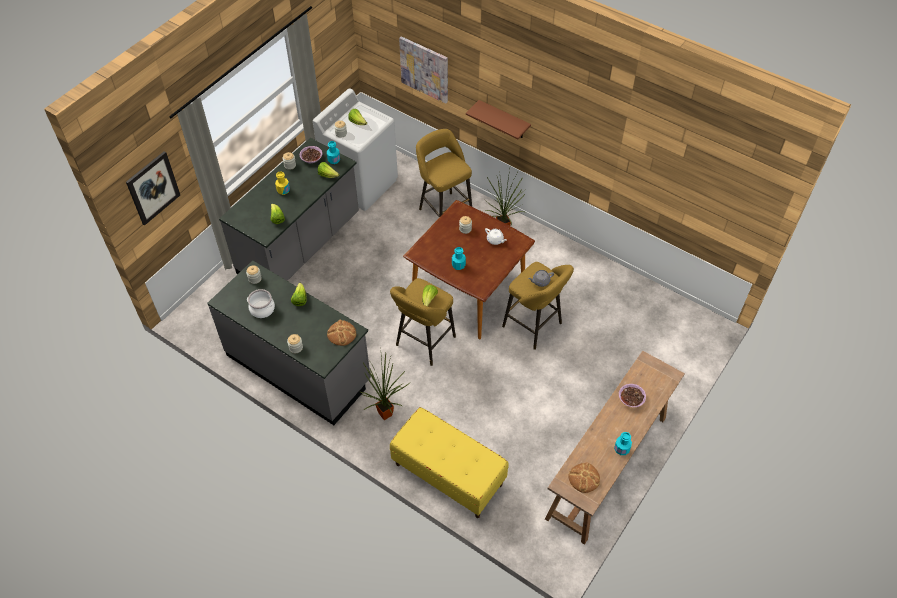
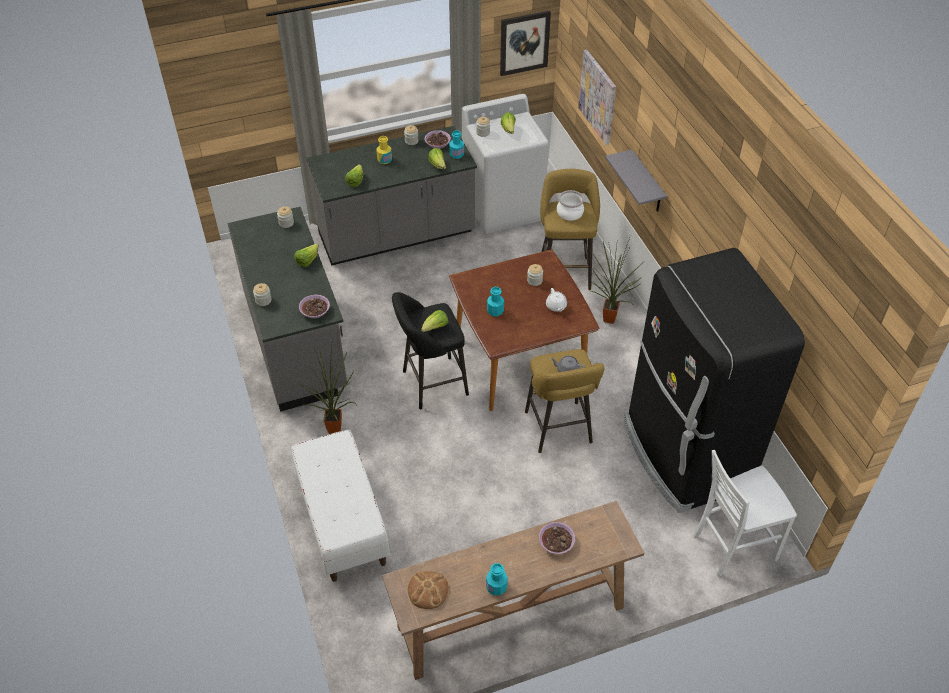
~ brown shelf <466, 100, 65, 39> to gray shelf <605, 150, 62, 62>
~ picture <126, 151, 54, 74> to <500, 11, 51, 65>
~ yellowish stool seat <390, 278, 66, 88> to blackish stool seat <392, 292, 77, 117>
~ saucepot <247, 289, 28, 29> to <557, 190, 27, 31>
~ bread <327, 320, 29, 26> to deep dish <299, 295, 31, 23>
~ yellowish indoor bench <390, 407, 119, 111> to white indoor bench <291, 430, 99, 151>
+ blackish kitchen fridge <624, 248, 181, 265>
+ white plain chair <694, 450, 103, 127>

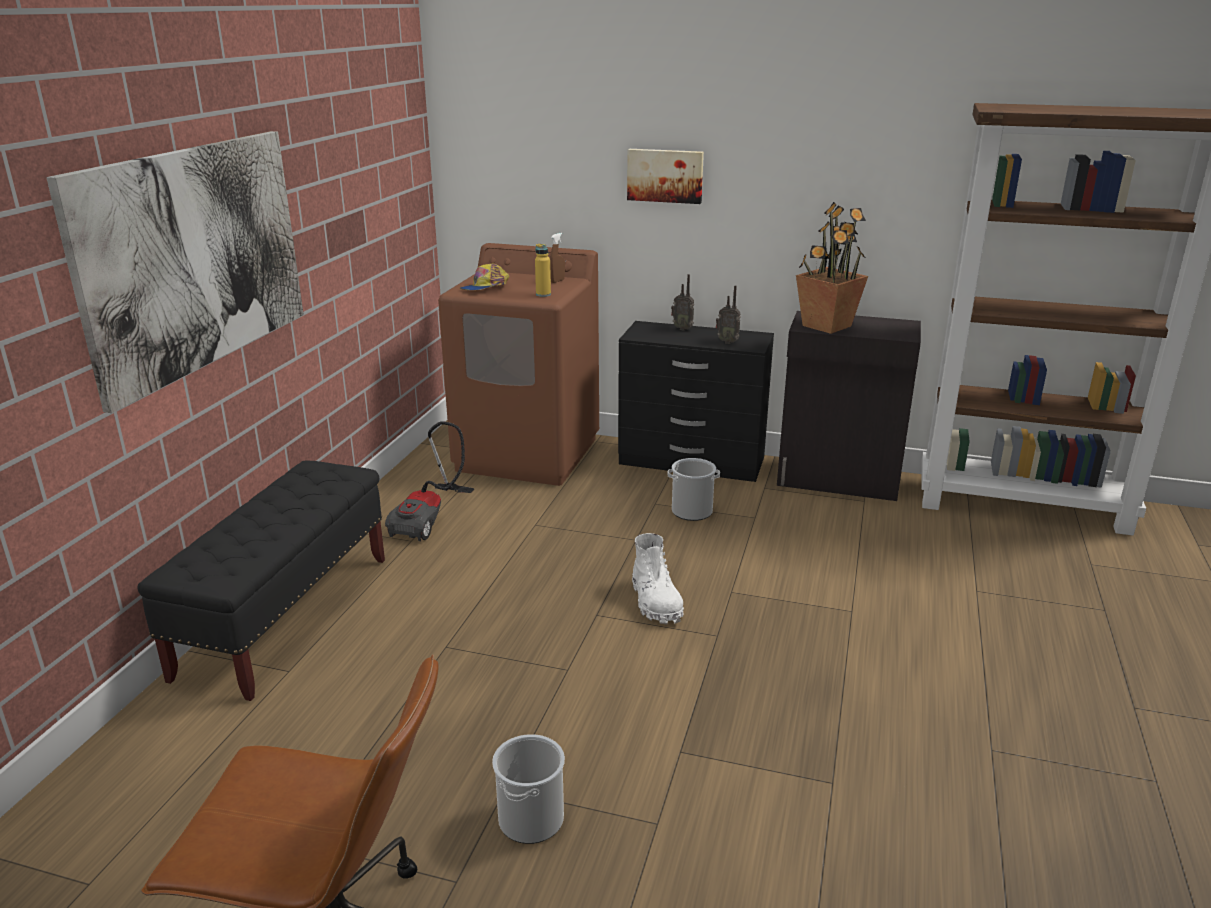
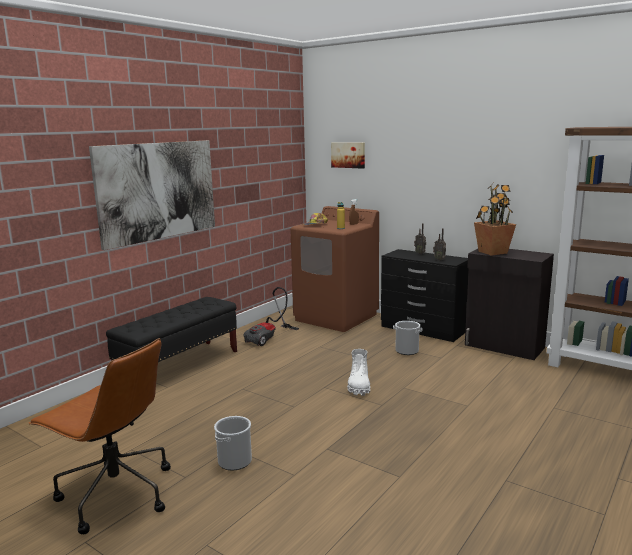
~ picture <627, 149, 77, 55> to <331, 142, 34, 27>

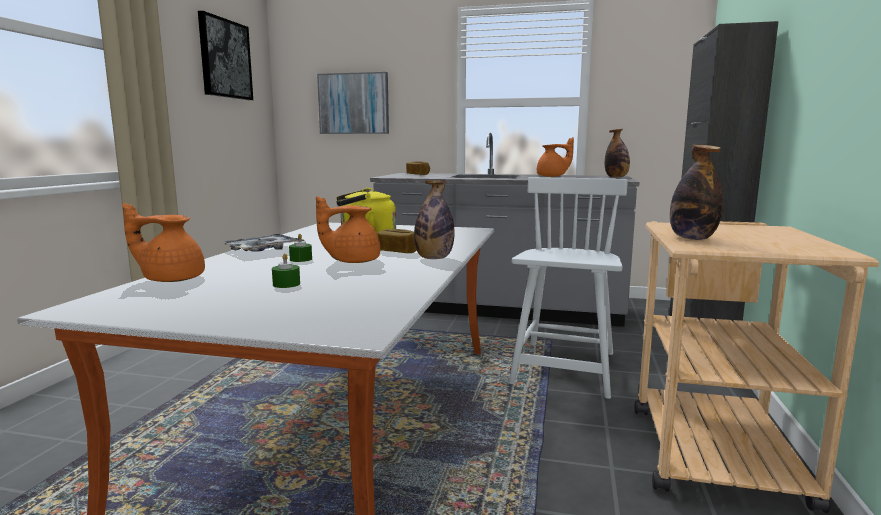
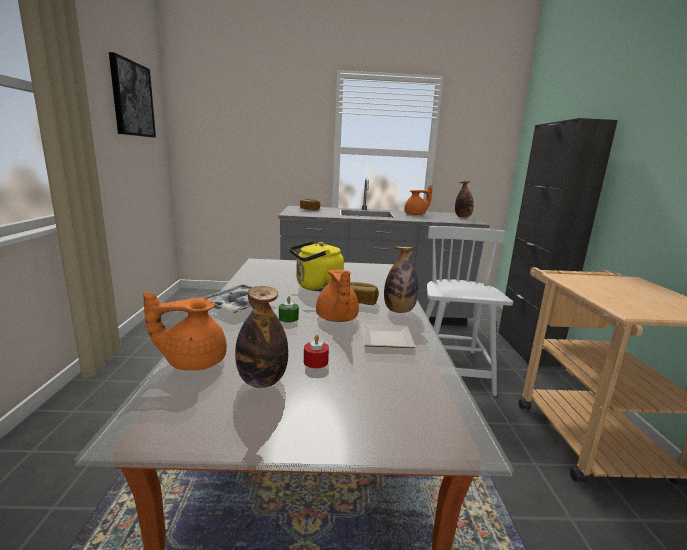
- picture <317, 72, 72, 62>
~ beverage bottle <670, 144, 53, 96> to <235, 286, 53, 102>
~ orange pot for tea <316, 196, 64, 67> = <316, 269, 43, 53> 60 degrees counterclockwise
~ green wax light <272, 253, 28, 35> to red wax light <304, 335, 25, 33>
+ dinner plate <362, 324, 53, 24>

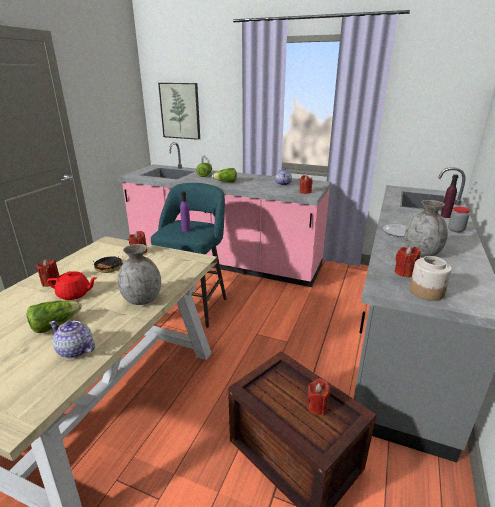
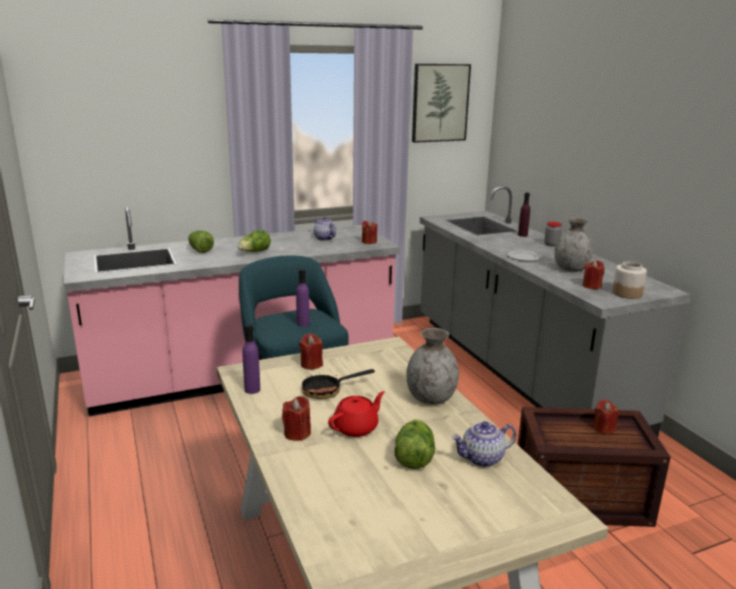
~ picture <158, 83, 42, 57> to <412, 64, 59, 79>
+ purple-coloured beverage bottle <242, 324, 18, 70>

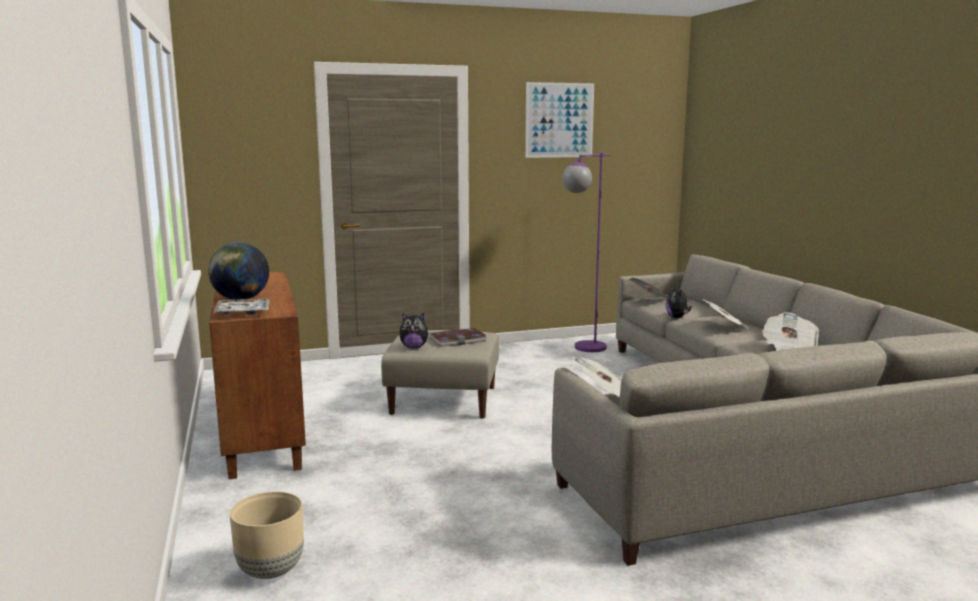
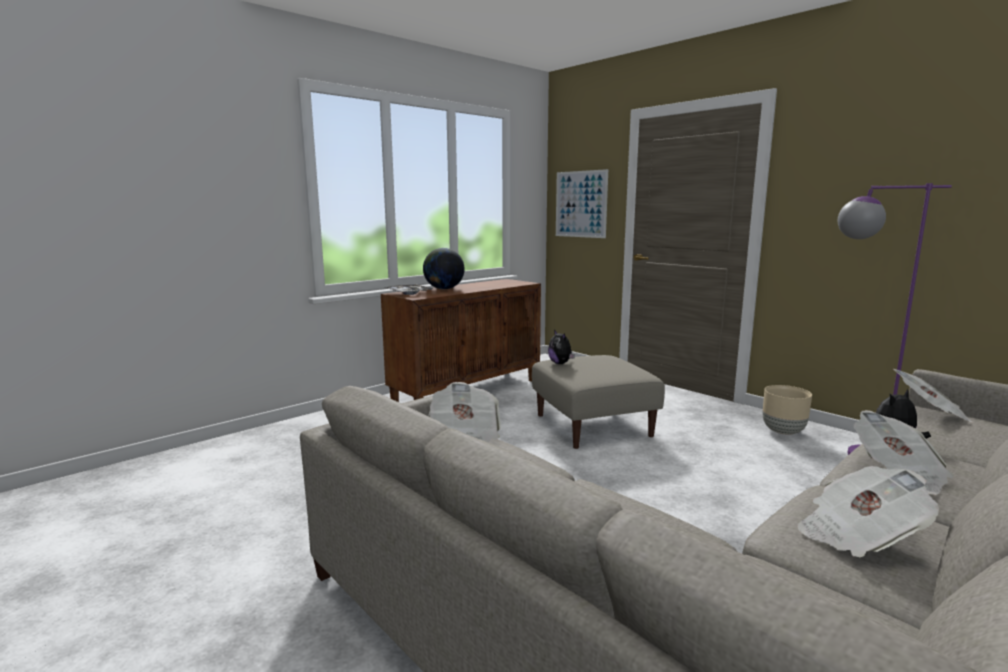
~ picture <525, 82, 69, 76> to <556, 169, 52, 69>
- book <430, 328, 57, 19>
~ sand-coloured flower pot <230, 492, 74, 87> to <763, 385, 49, 50>

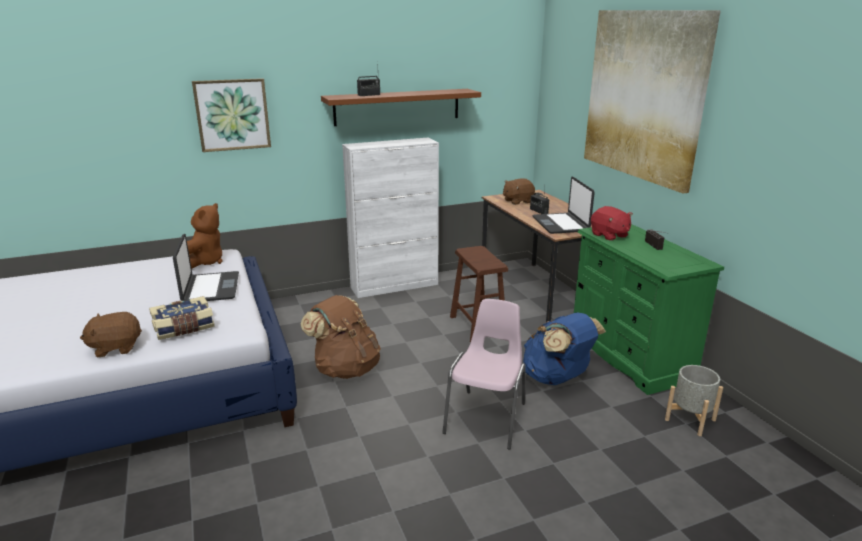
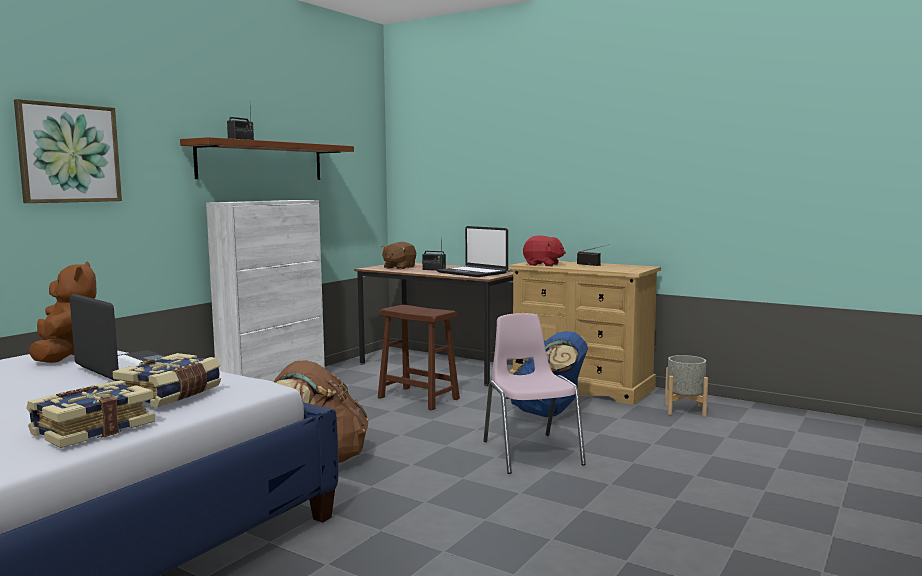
- picture <584, 10, 137, 184>
~ green drawer chest <574, 224, 150, 171> to sand-coloured drawer chest <508, 261, 153, 144>
~ brown plush toy <80, 312, 62, 45> to book <26, 380, 129, 68>

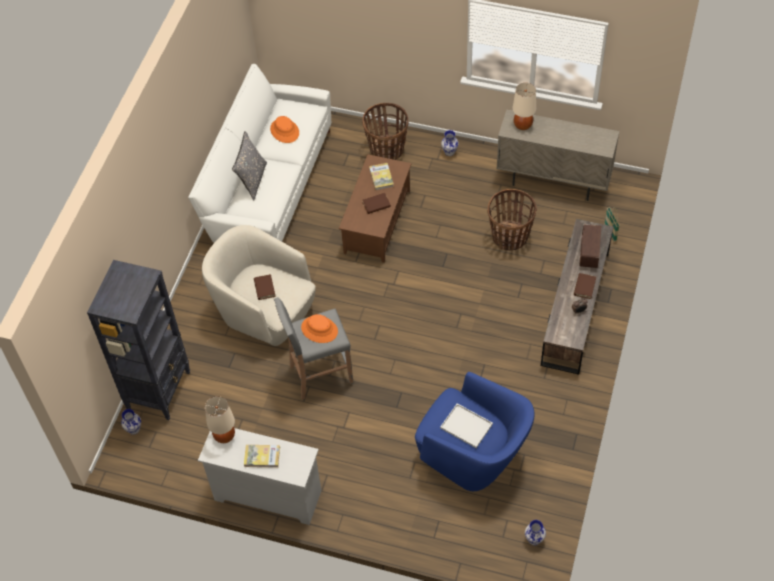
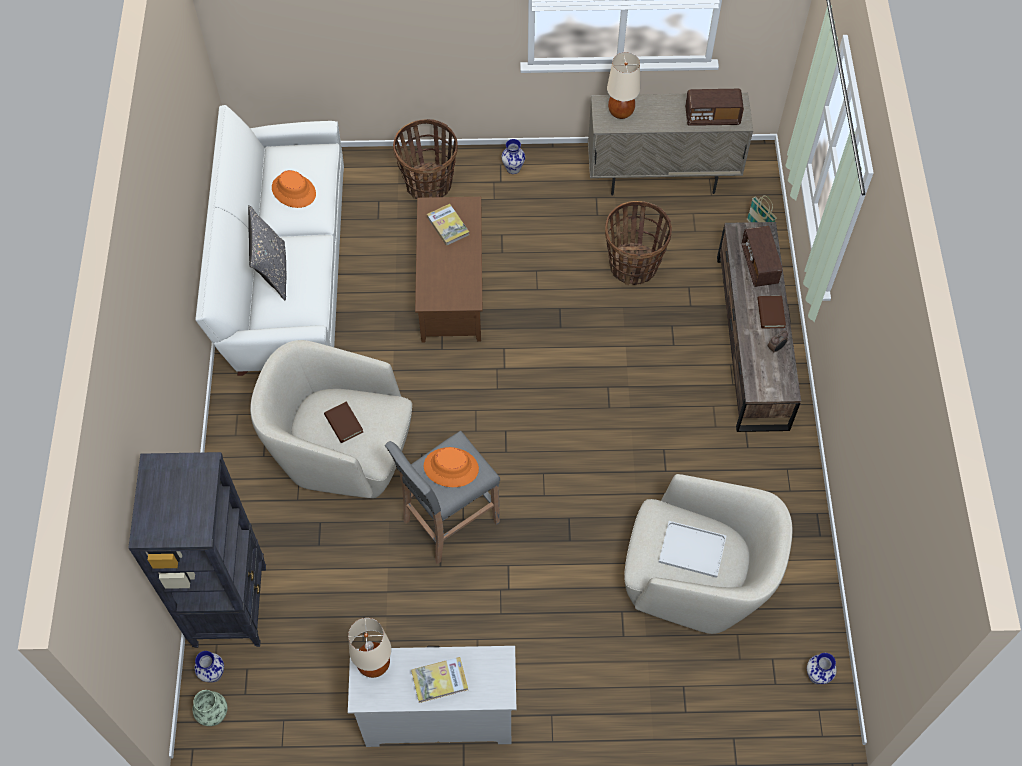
- brown book <362, 193, 29, 21>
~ blue-coloured lounge chair <415, 372, 119, 119> to sand-coloured lounge chair <624, 474, 168, 160>
+ radio set <685, 89, 59, 37>
+ flower vase <193, 690, 34, 36>

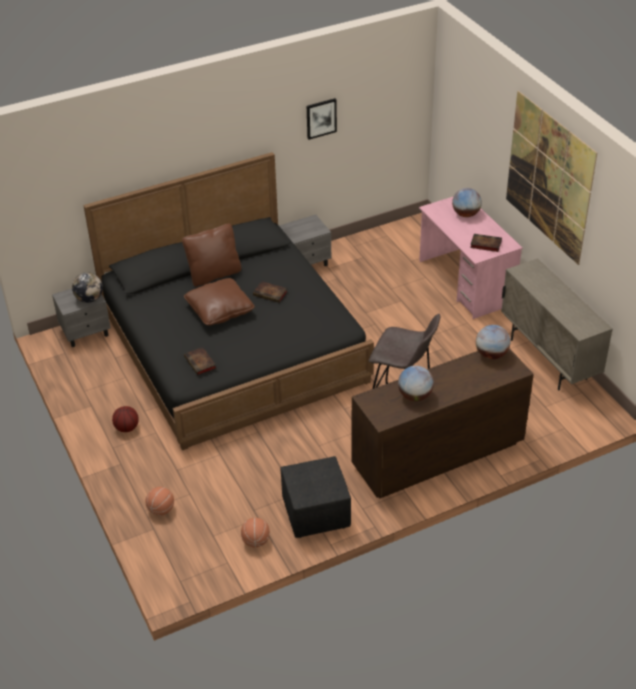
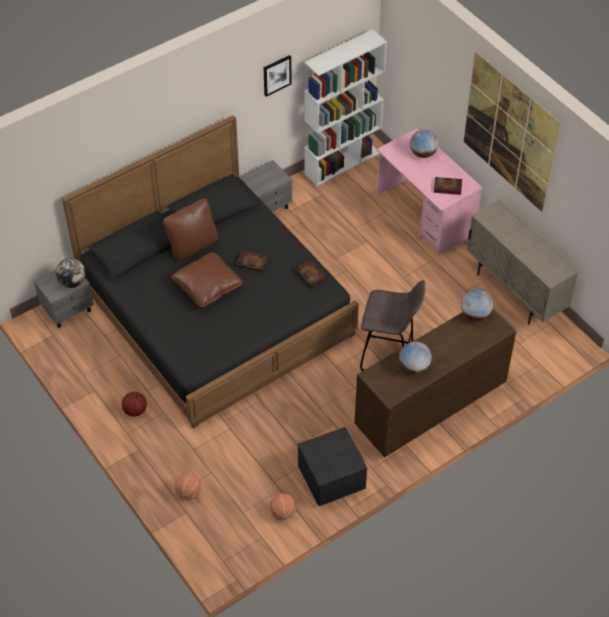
~ book <184, 347, 33, 28> to <294, 259, 33, 29>
+ white bookcase <304, 29, 83, 157>

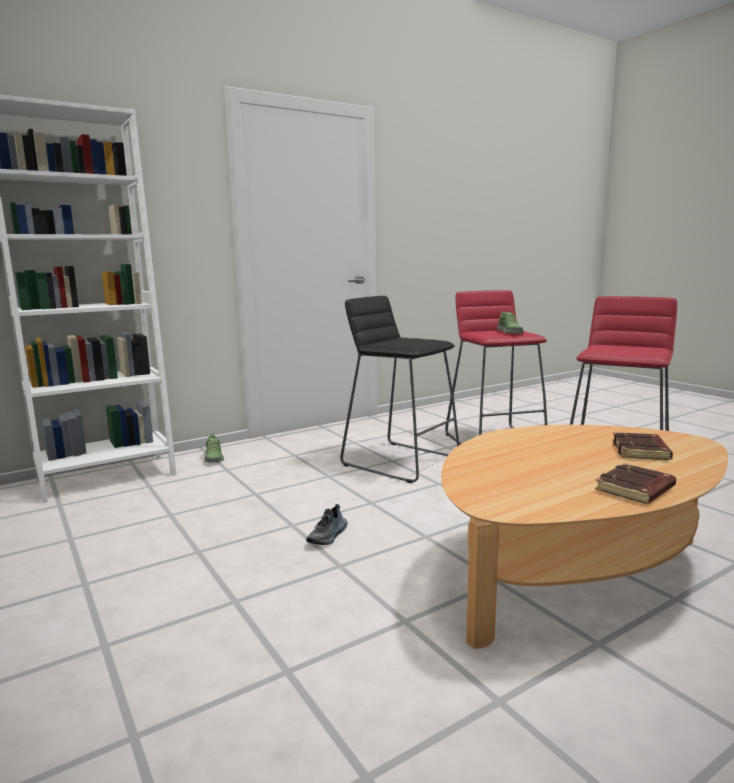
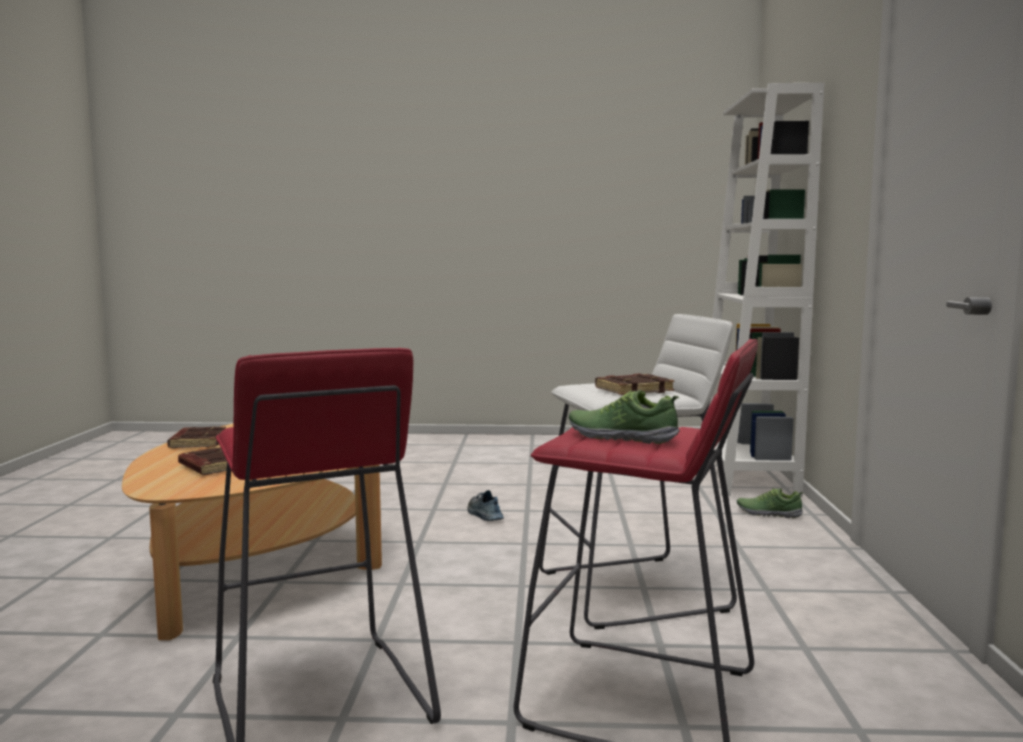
~ blackish stool seat <340, 296, 119, 187> to white stool seat <539, 314, 198, 315>
+ brown book <595, 374, 80, 21>

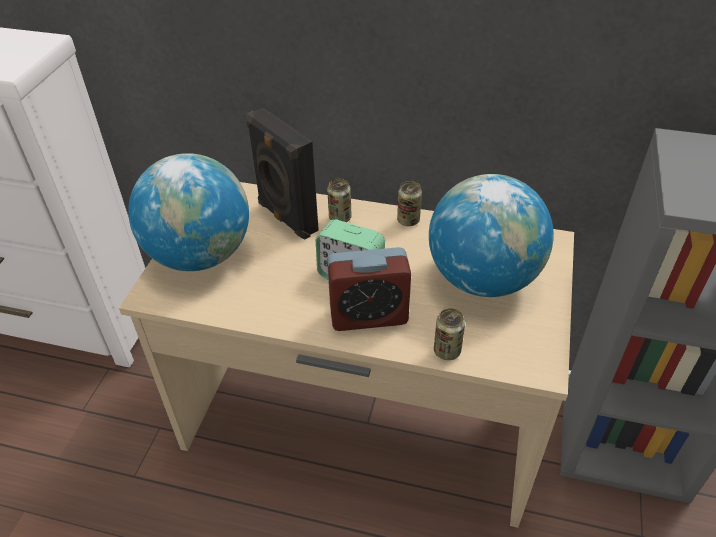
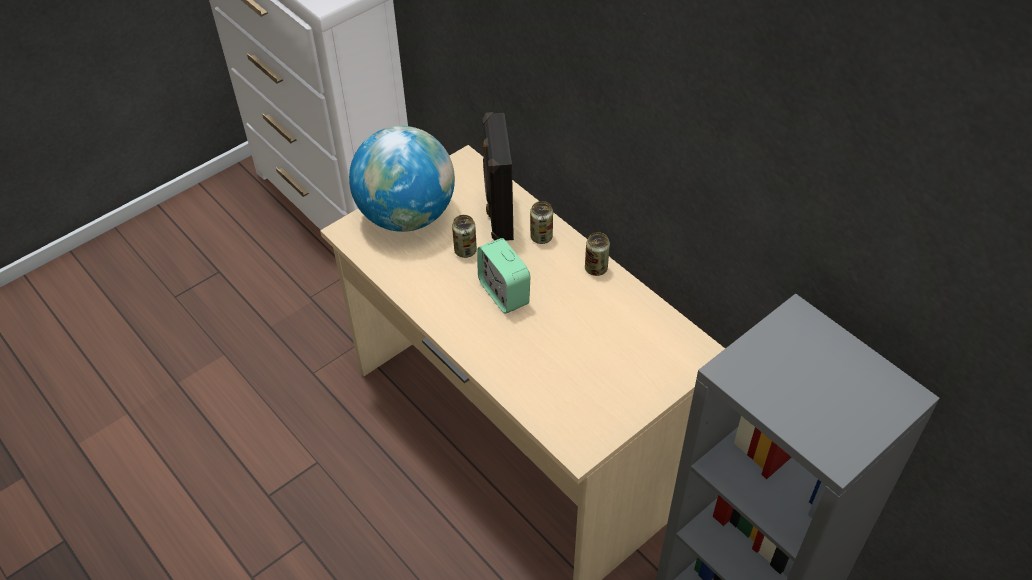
- globe <429, 174, 125, 123>
- table clock <327, 247, 84, 84>
~ can <434, 308, 31, 52> to <452, 215, 25, 43>

